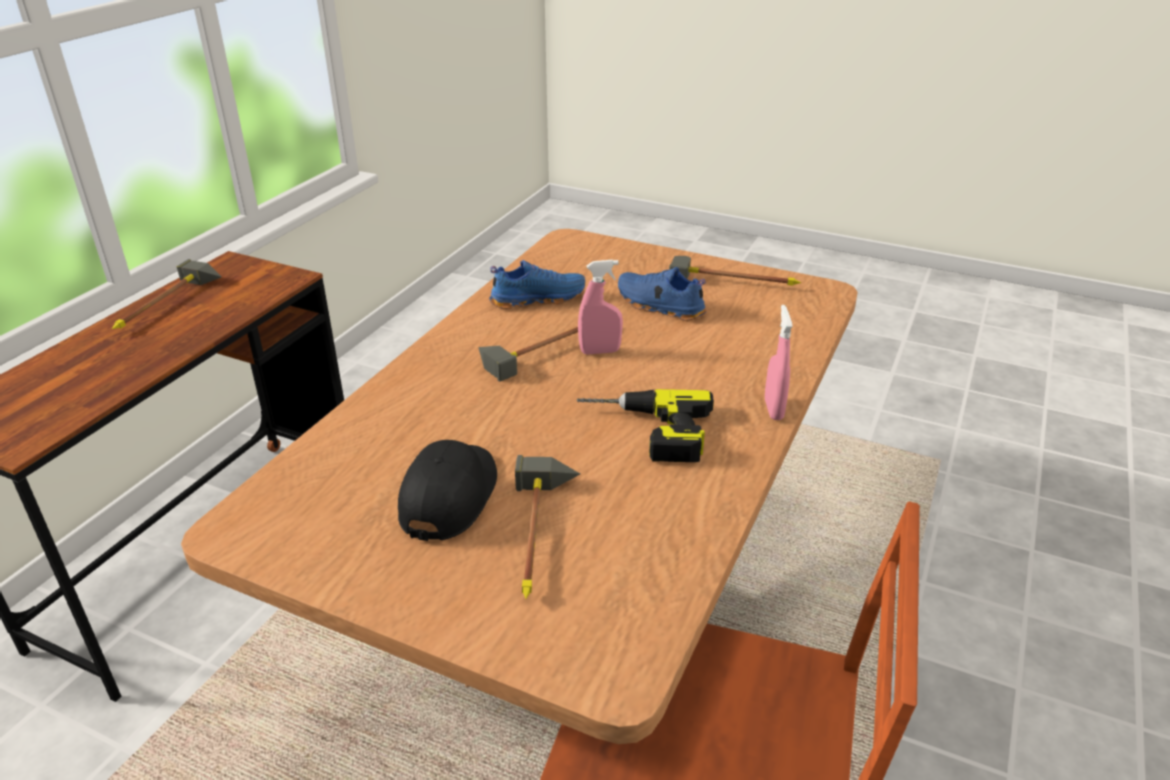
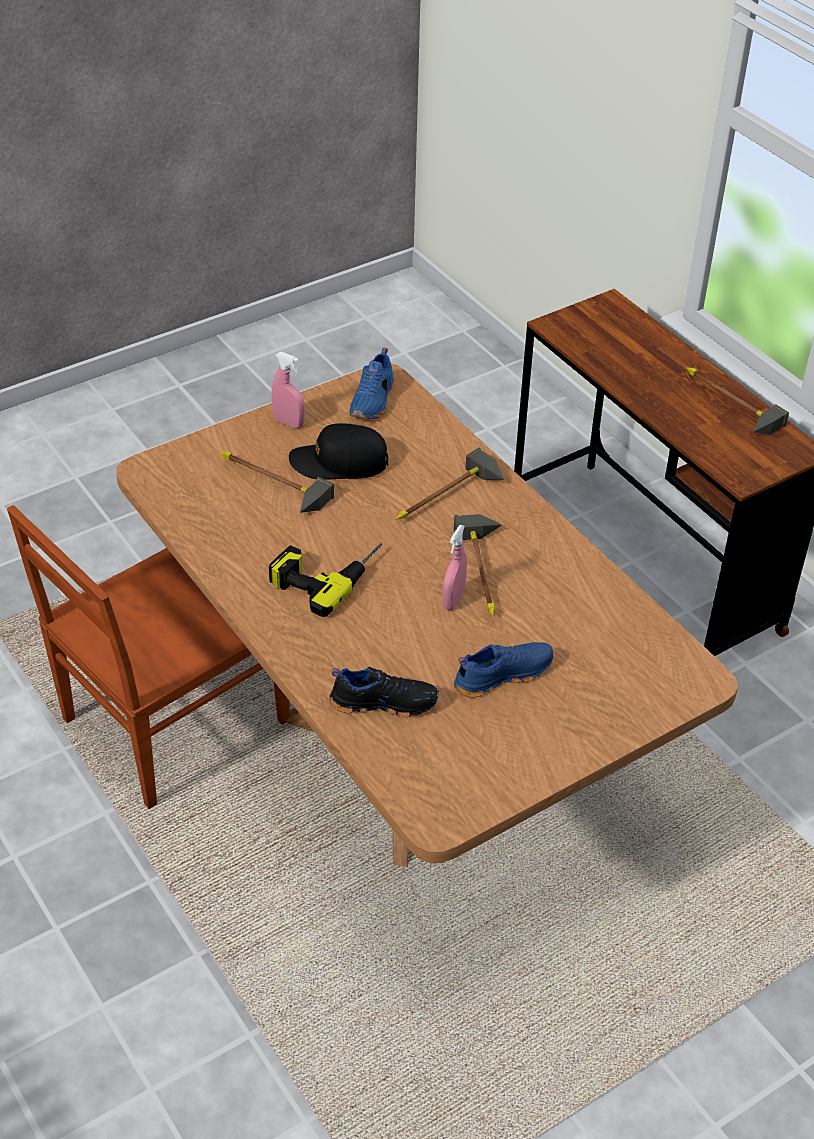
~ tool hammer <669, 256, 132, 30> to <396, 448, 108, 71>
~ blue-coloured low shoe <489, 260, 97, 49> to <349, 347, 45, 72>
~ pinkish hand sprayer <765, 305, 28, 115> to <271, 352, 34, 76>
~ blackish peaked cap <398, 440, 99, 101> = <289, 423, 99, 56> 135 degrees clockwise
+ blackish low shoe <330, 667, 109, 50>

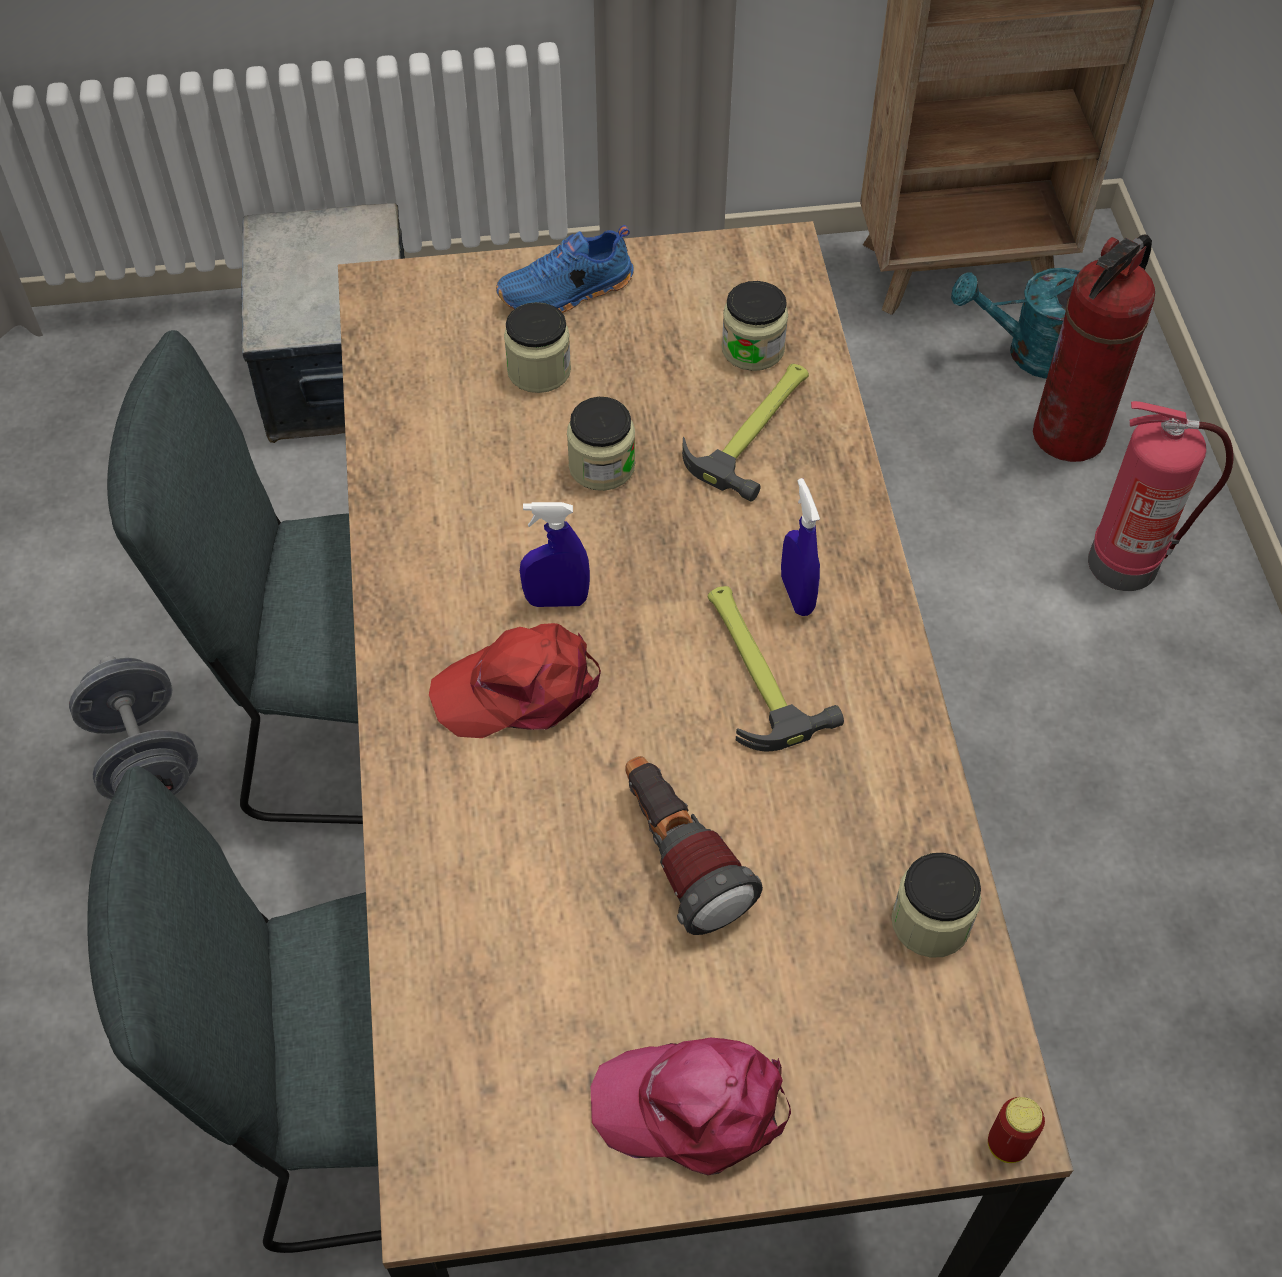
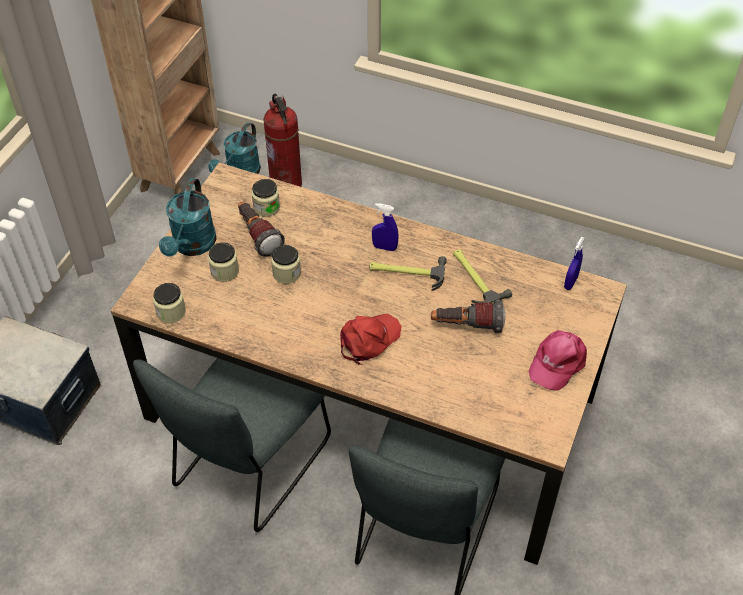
~ blue-coloured low shoe <496, 225, 138, 88> to blue-green watering pot <159, 178, 58, 79>
~ tool hammer <682, 364, 127, 138> to <453, 249, 59, 57>
- fire-fighting cylinder <1088, 401, 145, 190>
~ blue-coloured hand sprayer <520, 502, 70, 105> to <564, 237, 20, 53>
~ red peaked cap <429, 623, 172, 115> = <340, 314, 62, 51> 150 degrees counterclockwise
- gray hand weight <69, 656, 129, 144>
~ jar <891, 853, 90, 105> to <153, 283, 33, 40>
- can <988, 1097, 57, 66>
+ hand torch <238, 202, 47, 55>

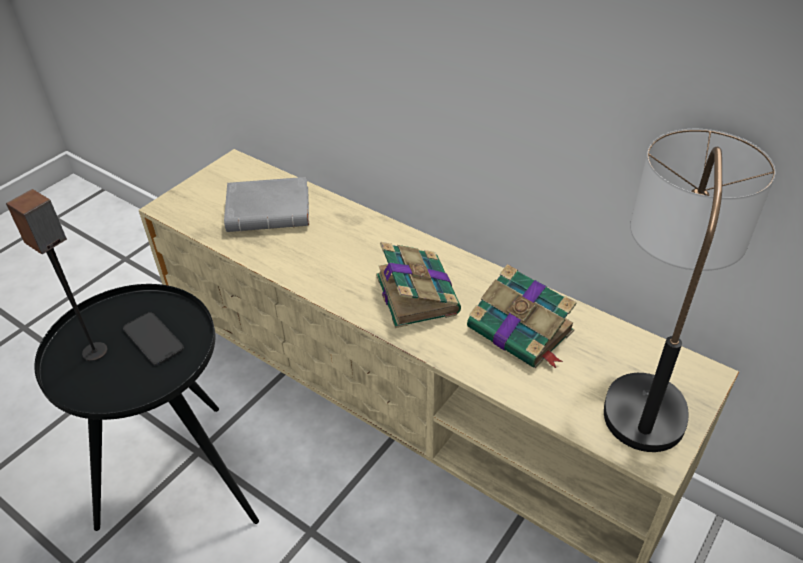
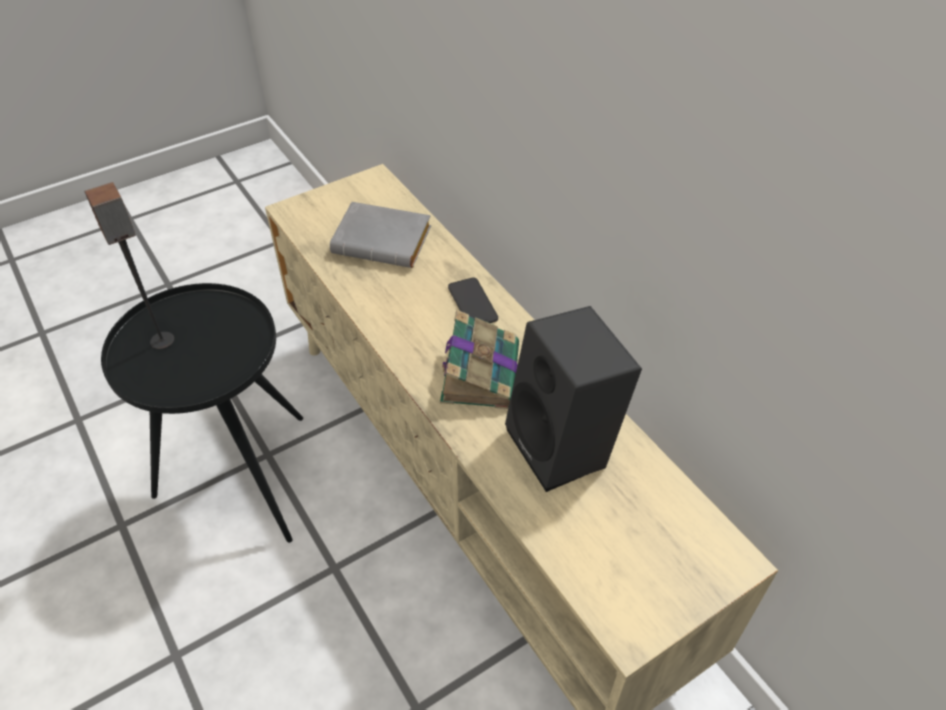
- tabletop lamp <604, 129, 171, 323>
~ book <467, 264, 110, 104> to blackish speaker <505, 306, 137, 186>
~ telephone <123, 312, 61, 53> to <448, 277, 50, 46>

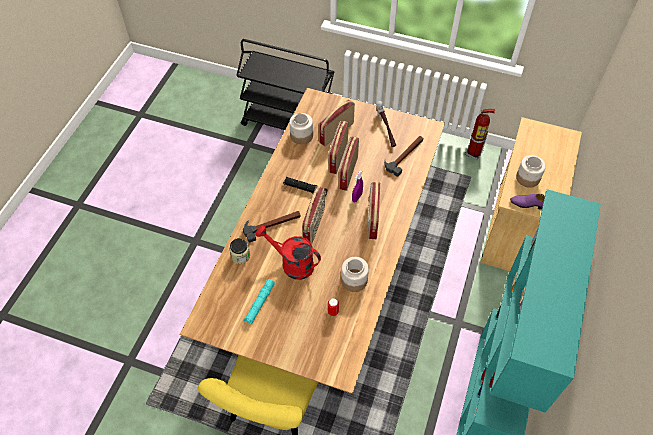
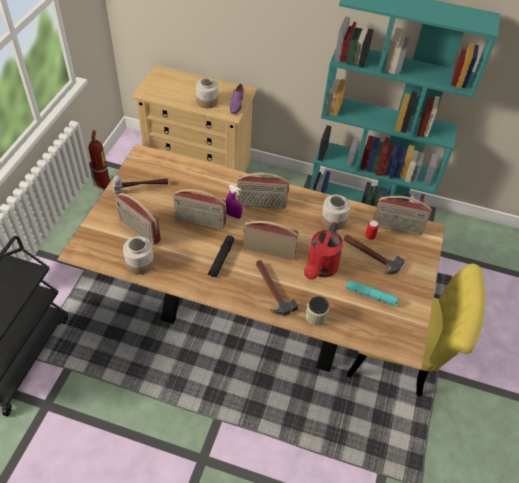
~ radio set <328, 121, 21, 53> to <374, 196, 58, 40>
~ tool hammer <384, 136, 39, 41> to <344, 234, 61, 40>

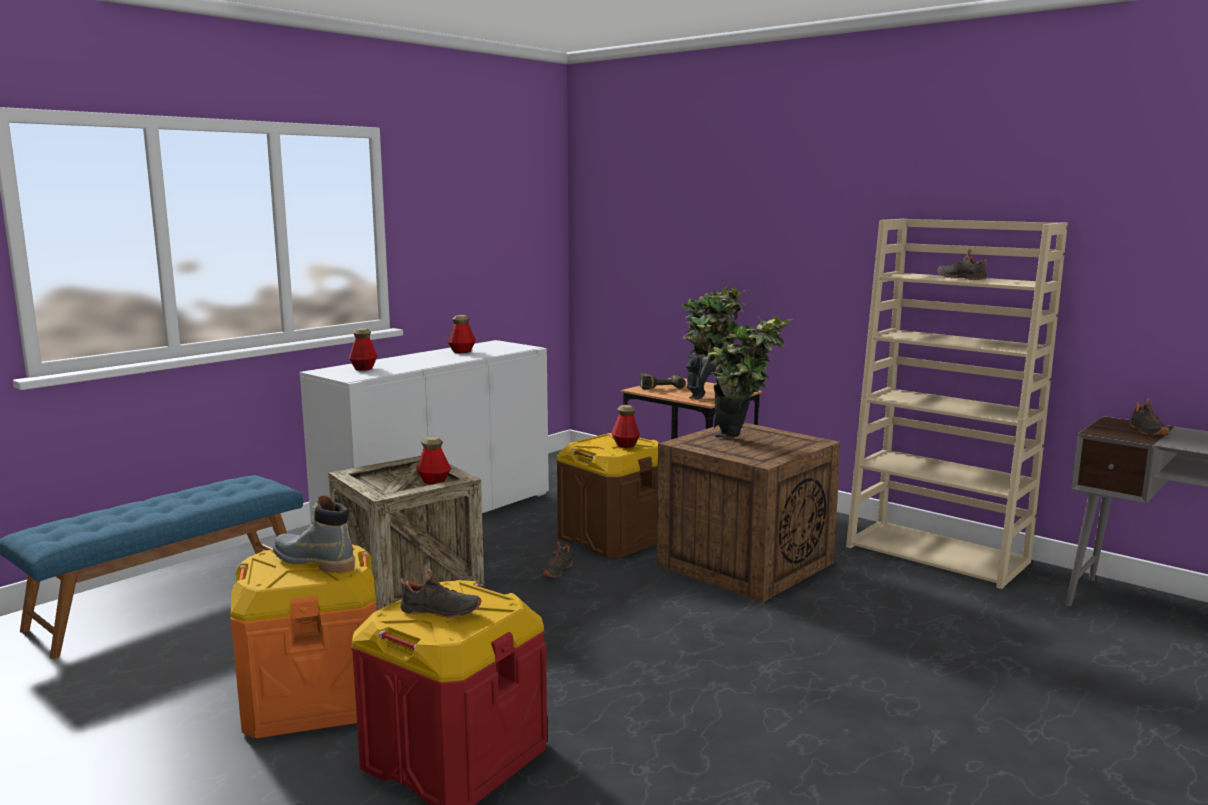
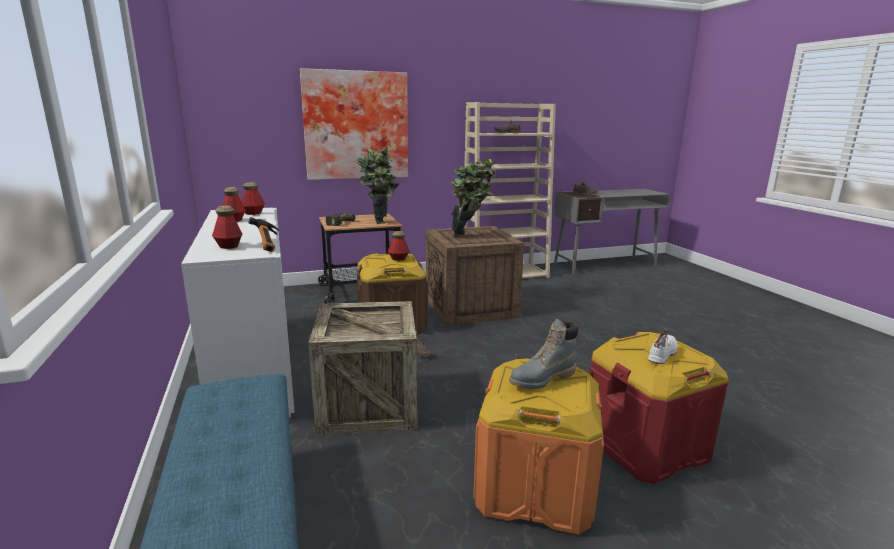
~ beverage bottle <416, 437, 35, 47> to <241, 182, 24, 33>
~ blackish low shoe <400, 569, 81, 49> to white low shoe <648, 328, 29, 36>
+ picture <300, 68, 108, 112>
+ tool hammer <249, 217, 30, 35>

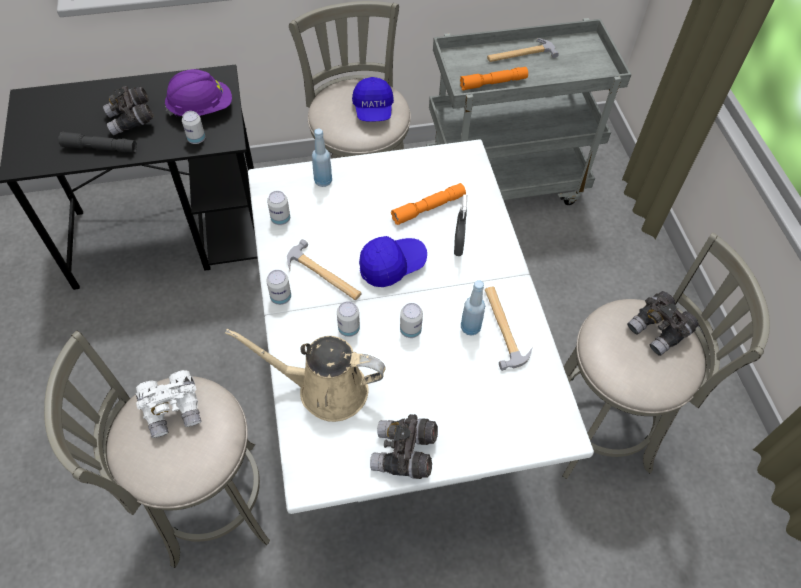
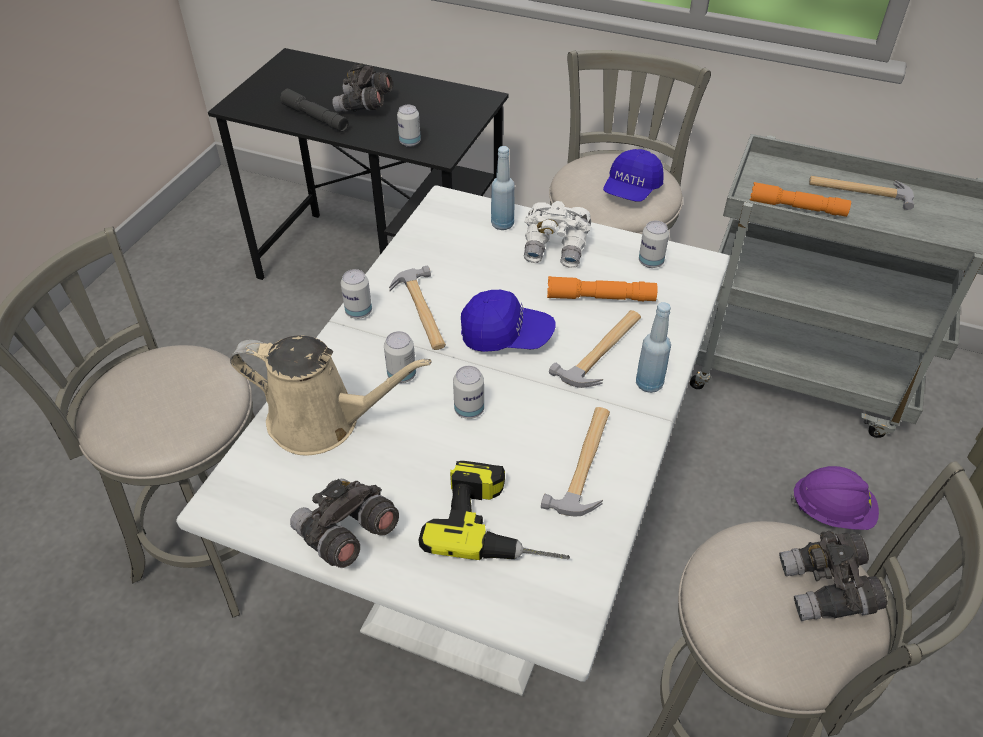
~ purple-coloured safety helmet <165, 69, 67, 48> to <791, 466, 88, 64>
~ can <267, 191, 23, 34> to <639, 221, 30, 47>
~ gray hand sprayer <454, 195, 13, 61> to tool hammer <549, 310, 92, 78>
~ blue-coloured beverage bottle <461, 280, 24, 56> to <636, 302, 35, 91>
~ sand-coloured watering pot <225, 329, 161, 93> = <230, 335, 201, 120> 150 degrees clockwise
~ white field glasses <136, 370, 66, 68> to <524, 201, 67, 67>
+ electric drill <419, 461, 151, 99>

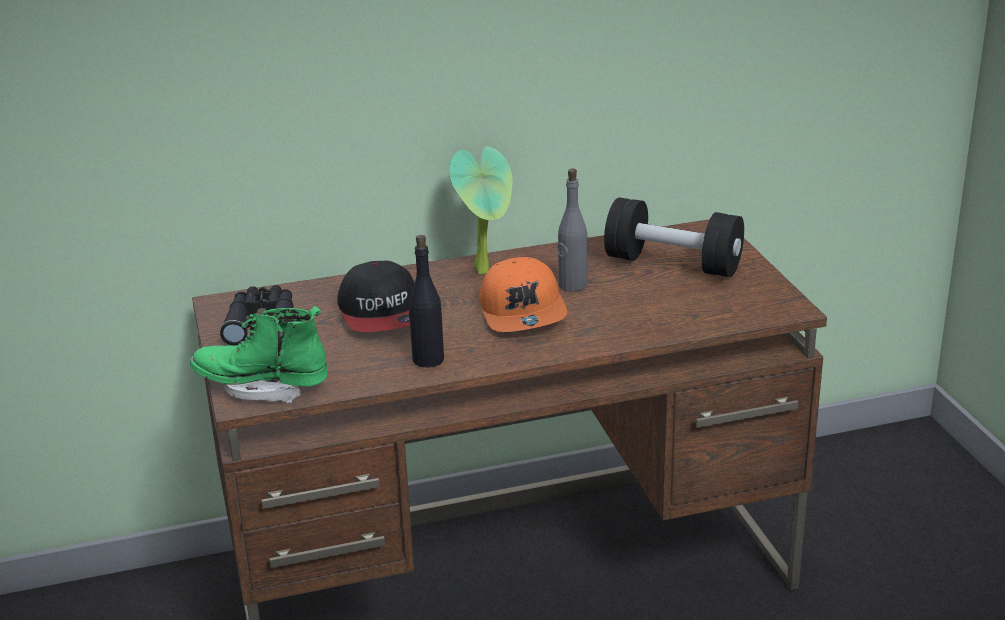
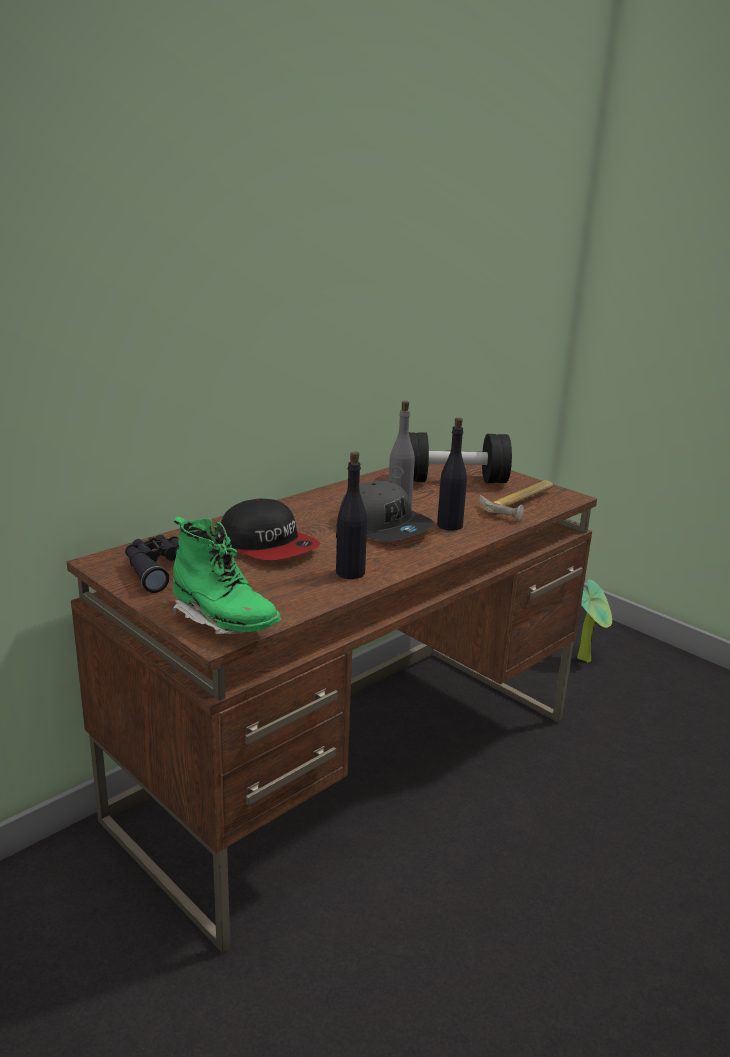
~ houseplant <449, 146, 64, 128> to <577, 579, 35, 84>
~ orange peaked cap <479, 257, 88, 75> to gray peaked cap <340, 481, 94, 61>
~ green high-top boot <190, 306, 138, 97> = <172, 517, 109, 118> 120 degrees counterclockwise
+ blackish beverage bottle <437, 418, 30, 113>
+ tool hammer <479, 480, 74, 41>

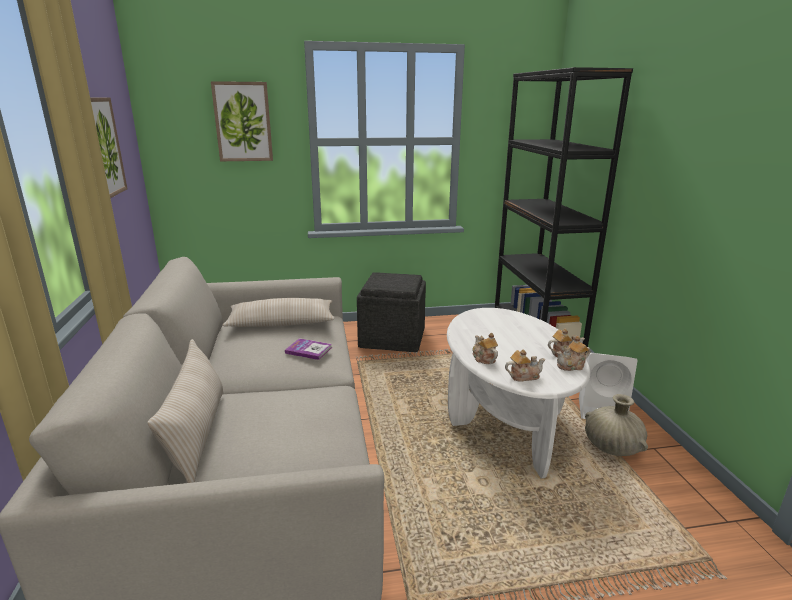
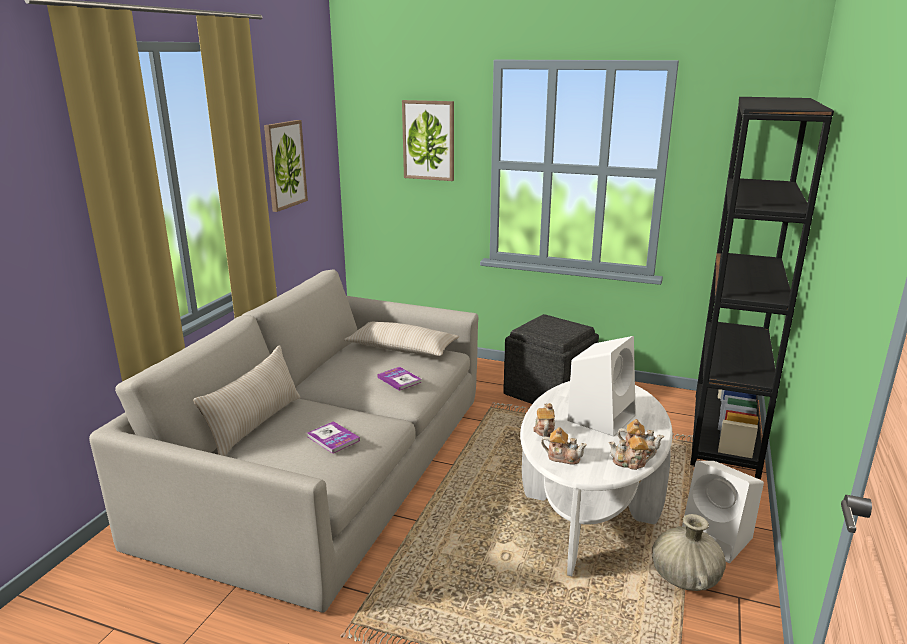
+ white speaker <567, 336, 69, 101>
+ book <307, 421, 53, 33>

